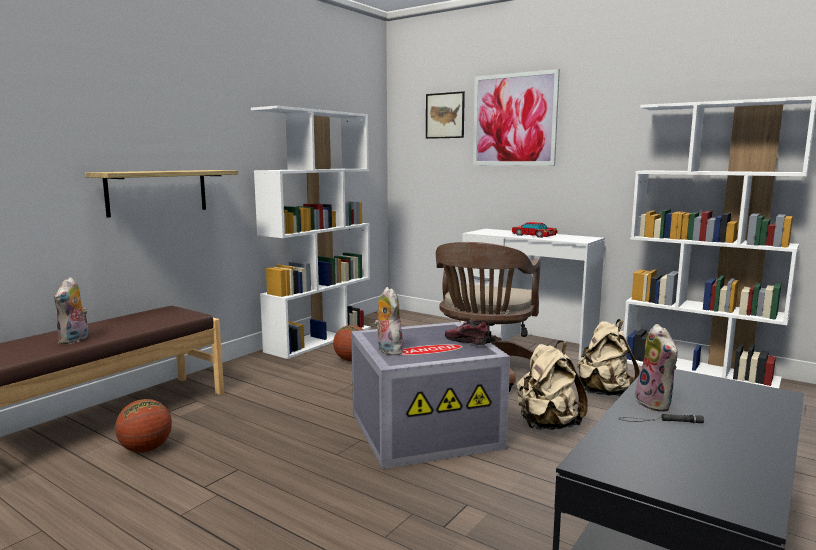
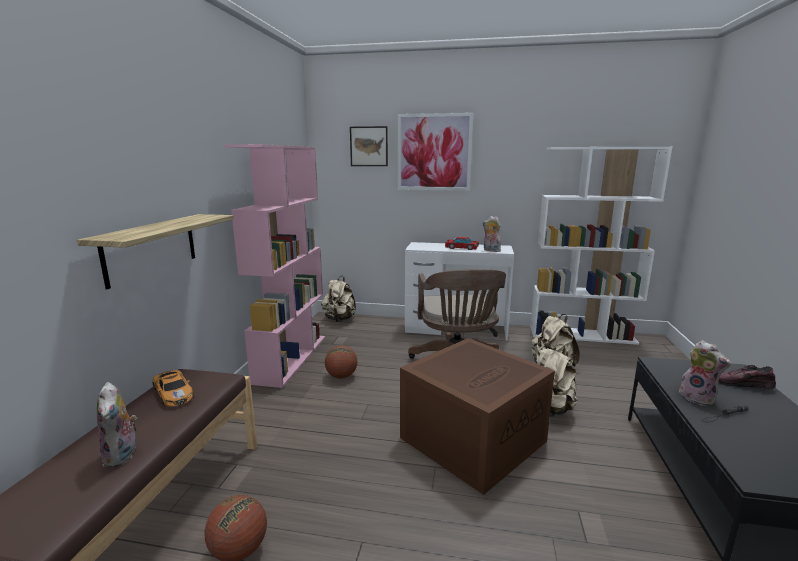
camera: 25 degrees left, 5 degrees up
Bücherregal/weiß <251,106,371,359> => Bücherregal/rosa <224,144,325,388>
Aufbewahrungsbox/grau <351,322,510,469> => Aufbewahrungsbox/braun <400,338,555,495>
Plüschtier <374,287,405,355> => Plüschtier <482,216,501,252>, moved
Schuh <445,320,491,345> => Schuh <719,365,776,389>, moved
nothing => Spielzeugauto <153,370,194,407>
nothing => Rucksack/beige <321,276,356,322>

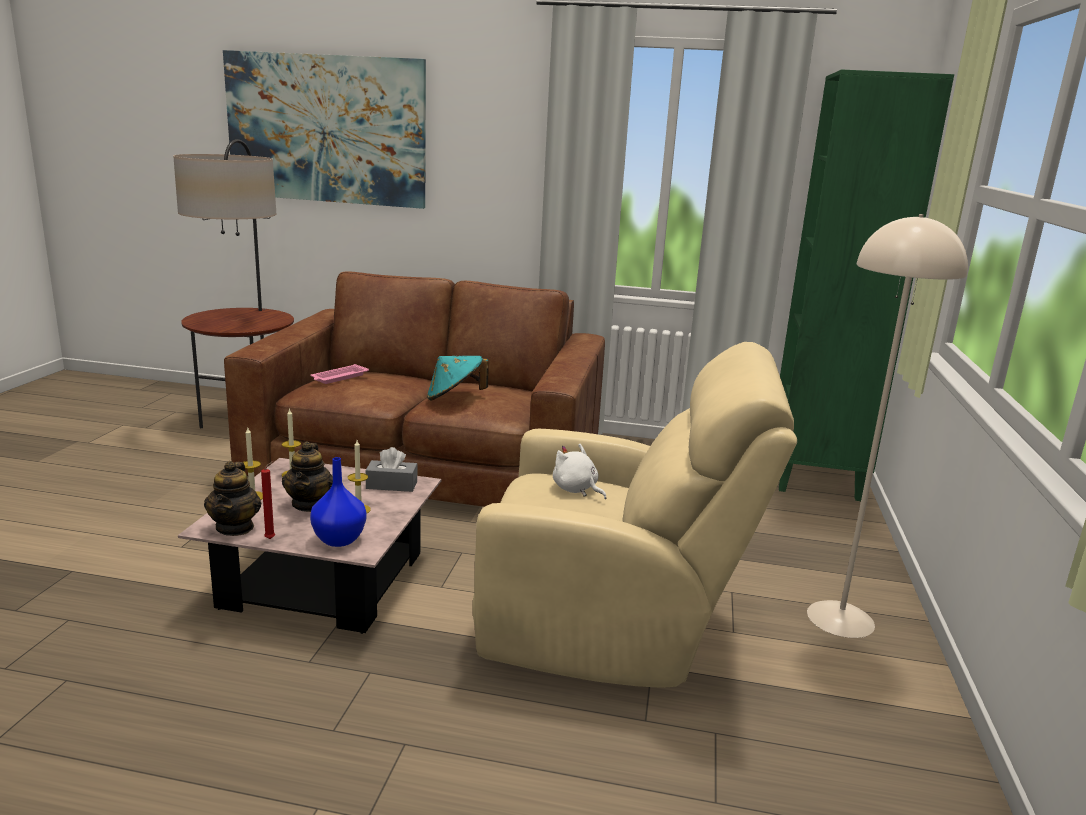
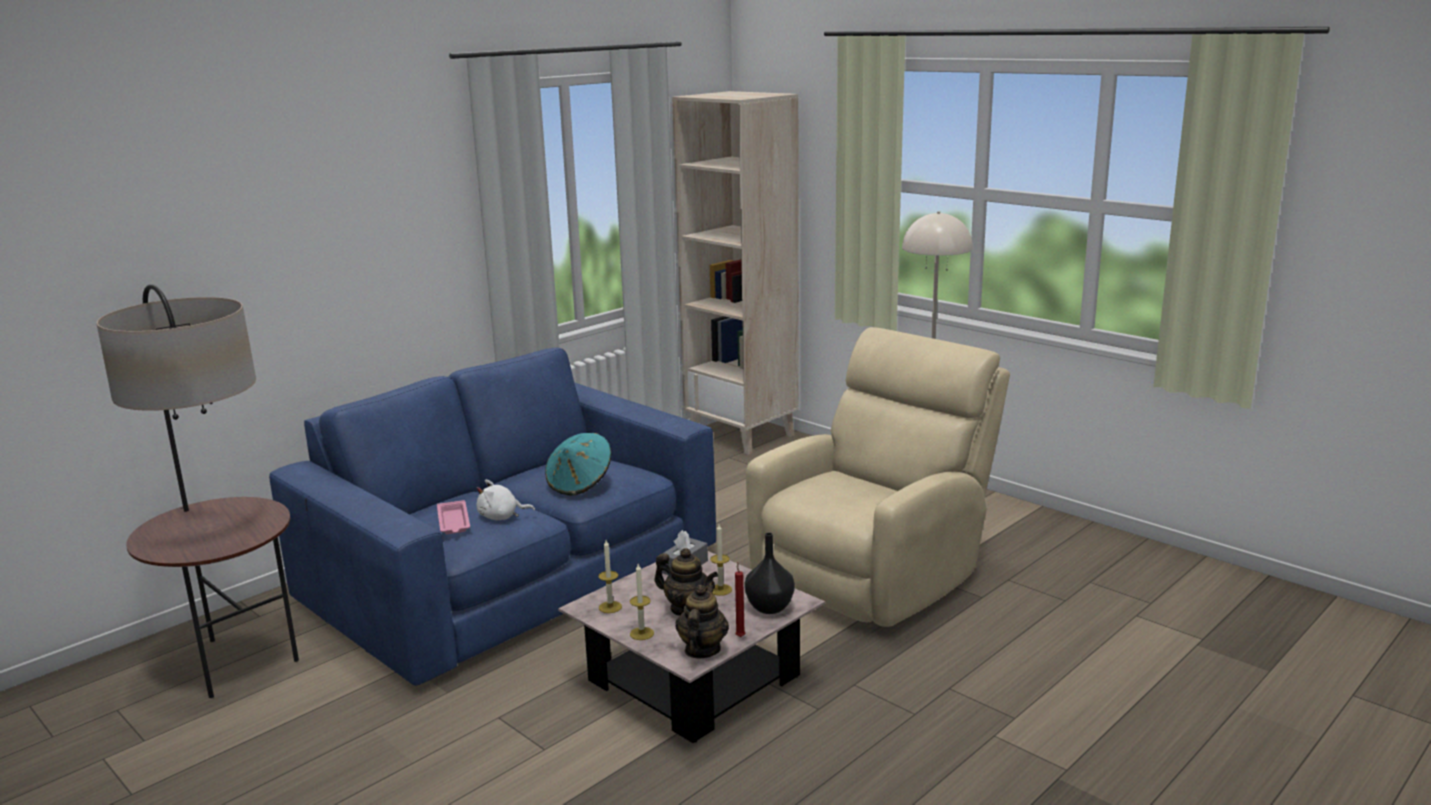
camera: 55 degrees left, 0 degrees up
Teekanne <204,461,261,536> => Teekanne <675,585,729,658>, 105 degrees counterclockwise
Bild <223,50,426,209> => nothing
Sofa/braun <224,271,605,507> => Sofa/blau <269,348,716,686>
Vase/blau <310,457,367,547> => Vase/schwarz <744,533,795,614>
Plüschtier/weiß <553,443,606,499> => Plüschtier/weiß <476,480,535,520>, moved
Bücherregal/grün <779,70,954,501> => Bücherregal/beige <672,91,799,455>

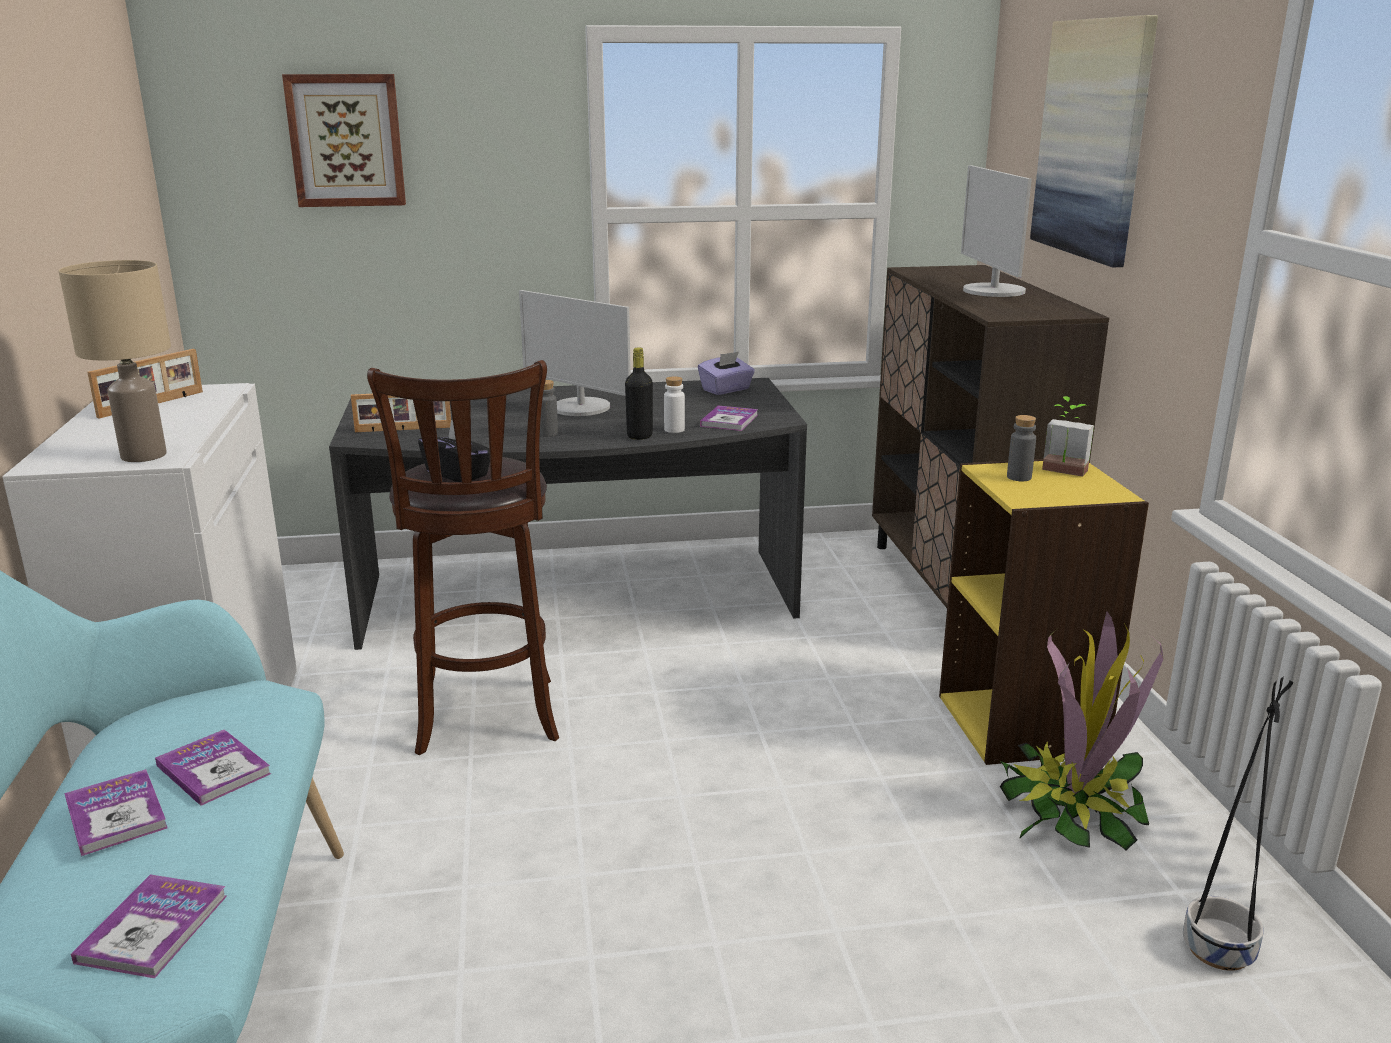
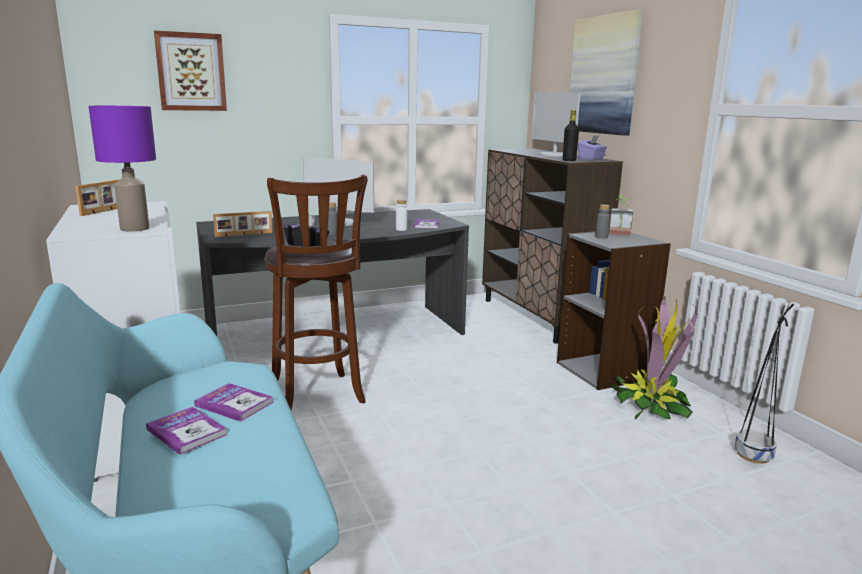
camera: 15 degrees left, 5 degrees down
Tischlampe/beige <59,260,171,462> => Tischlampe/lila <89,106,156,231>
Buch <71,874,227,978> => nothing
Flasche/schwarz <625,347,653,440> => Flasche/schwarz <563,110,579,161>, moved
Taschentuchbox/lila <698,351,755,395> => Taschentuchbox/lila <578,135,607,160>, moved
Bücherregal/gelb <939,459,1149,765> => Bücherregal/grau <557,231,671,390>

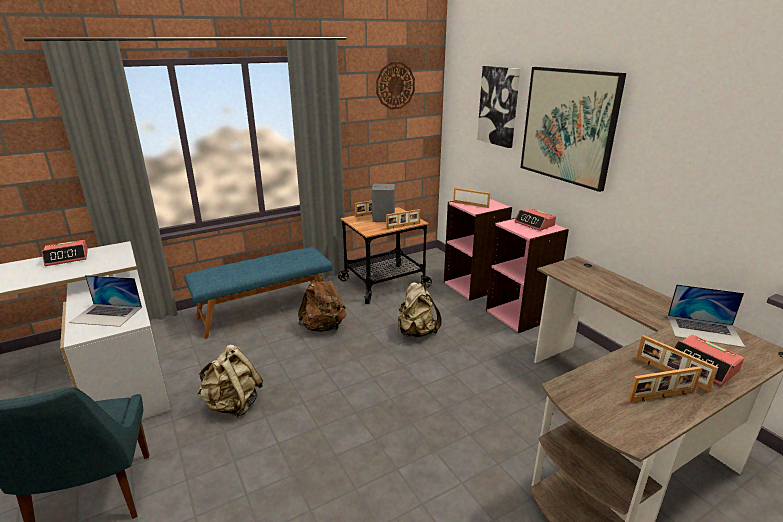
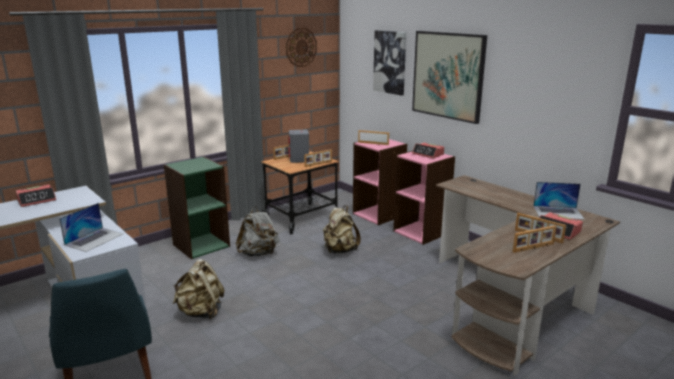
camera: 10 degrees left, 5 degrees down
Laptop <69,275,142,327> => Laptop <59,203,124,252>, 60 degrees counterclockwise
Bank/blau <184,247,333,339> => Bücherregal/grün <164,157,230,259>
Rucksack/braun <298,274,346,332> => Rucksack/grau <236,206,279,256>

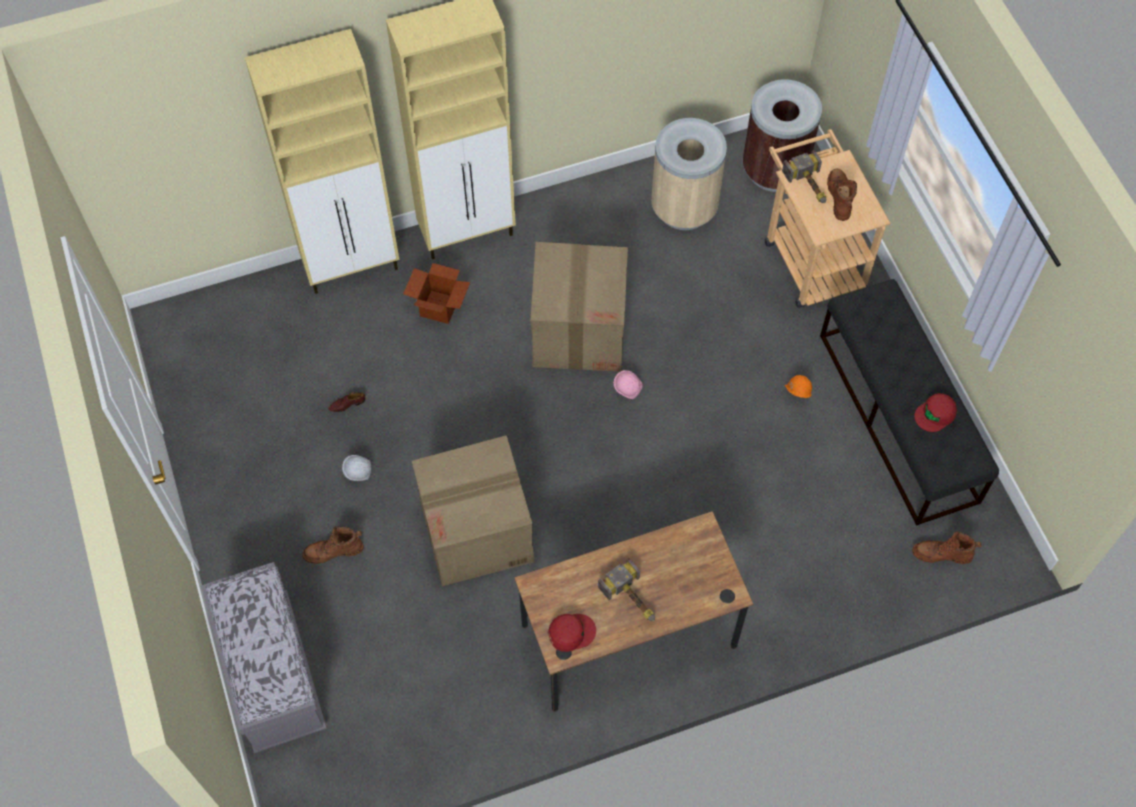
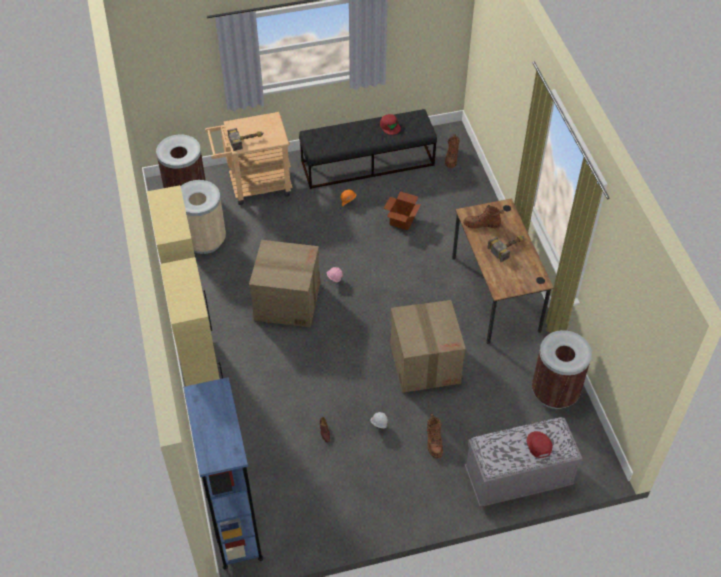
camera: 85 degrees left, 10 degrees down
Karton <403,263,470,324> => Karton <384,191,421,231>, moved
Kappe/rot <549,614,596,652> => Kappe/rot <526,431,552,458>, moved
Stiefel/braun <827,169,857,221> => Stiefel/braun <463,205,504,229>, moved
nothing => Bücherregal/blau <183,377,263,569>
nothing => Mülleimer/braun <532,330,592,409>

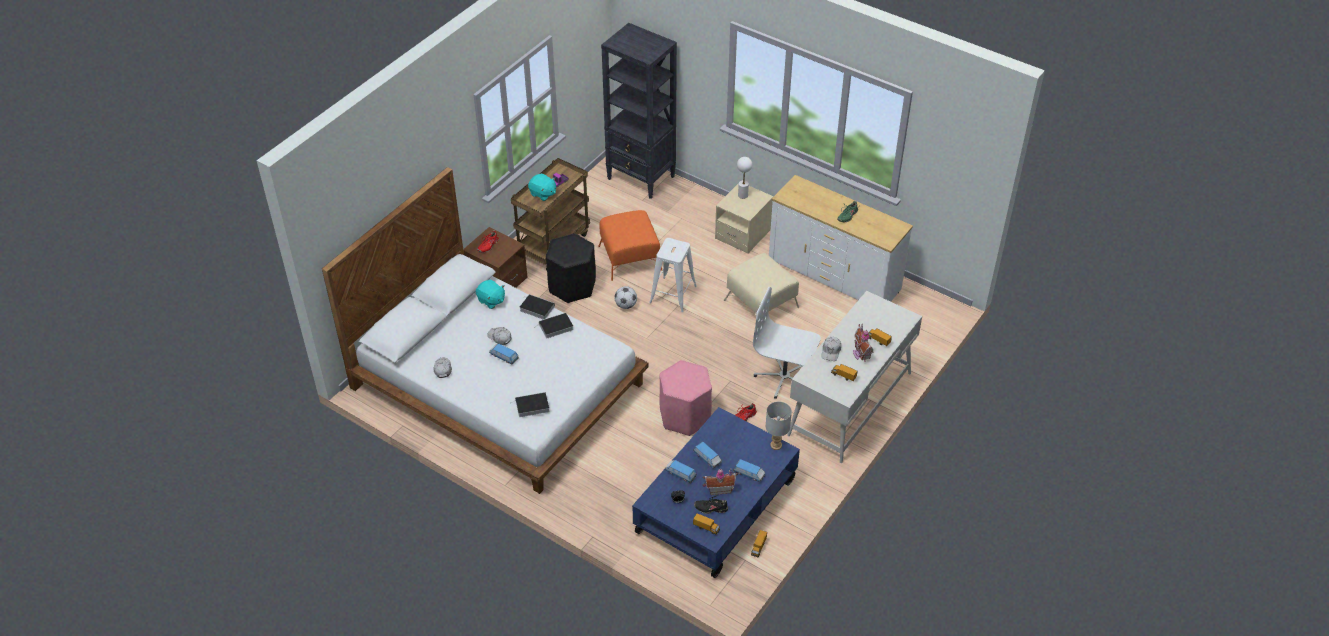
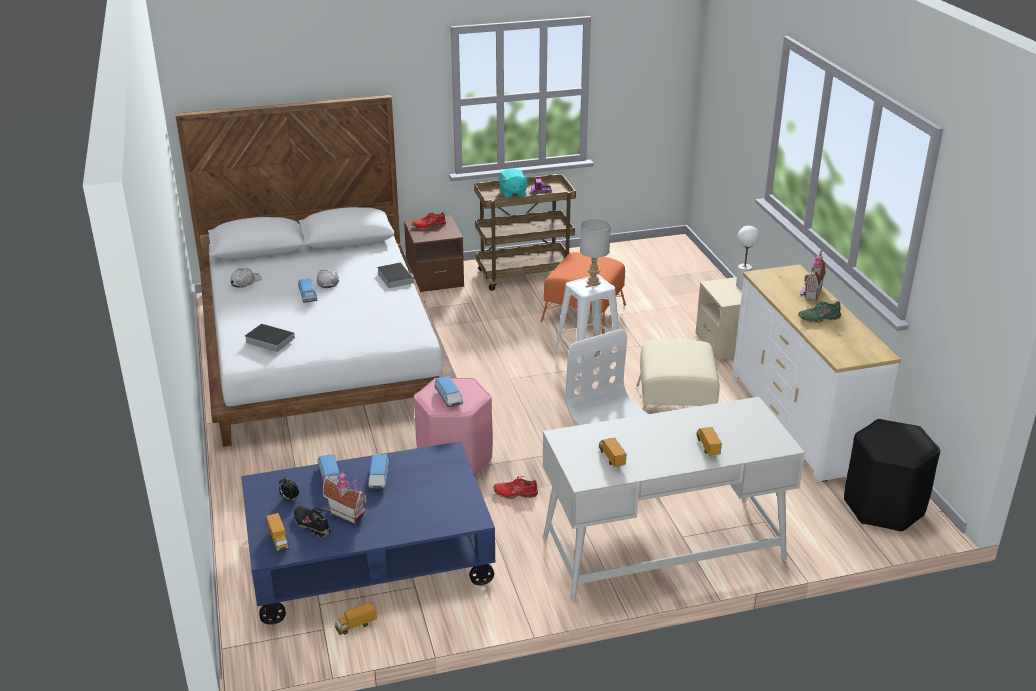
camera: 40 degrees right, 15 degrees down
Plüschtier/türkis <476,279,505,309> => nothing
Buch <535,313,573,338> => nothing
Hocker/schwarz <546,234,596,303> => Hocker/schwarz <844,419,940,532>, moved
Bücherregal/schwarz <601,23,677,199> => nothing
Fußball <615,286,637,309> => nothing
Spielzeugauto <733,459,765,482> => Spielzeugauto <435,376,463,407>, moved
Tischlampe/grau <765,402,792,450> => Tischlampe/grau <580,219,611,286>, moved
Kappe/weiß <821,337,841,361> => nothing
Spielzeughaus <853,324,873,361> => Spielzeughaus <800,250,826,300>, moved

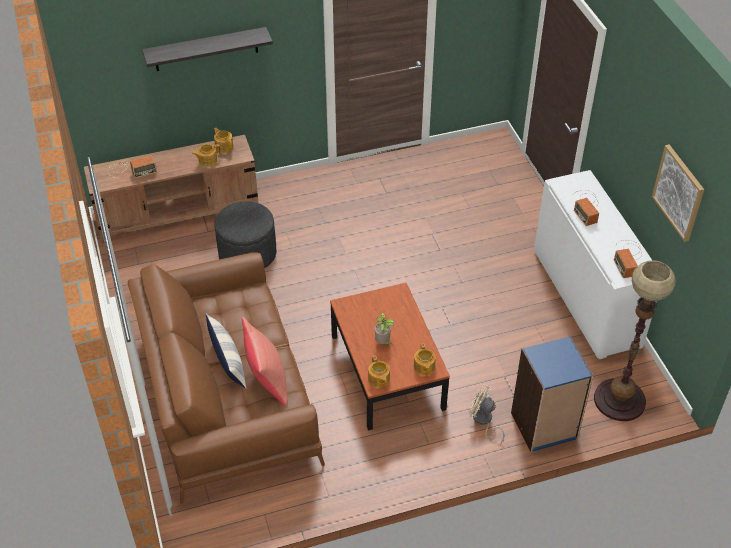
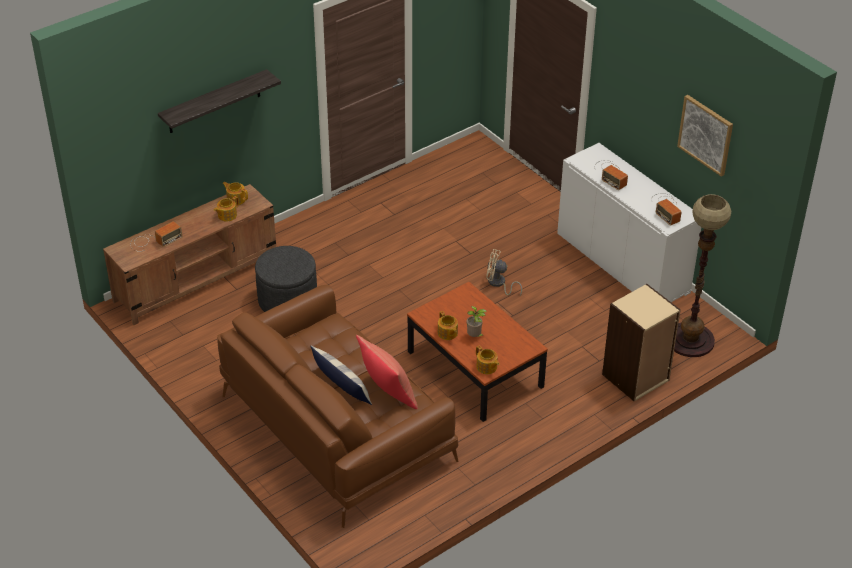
camera: 20 degrees left, 5 degrees down
Teekanne <414,343,436,375> => Teekanne <438,311,458,340>, moved
Ventilator/beige <469,384,504,443> => Ventilator/beige <486,249,522,296>, moved
Bücherregal/blau <511,336,594,452> => Bücherregal/beige <602,284,681,402>

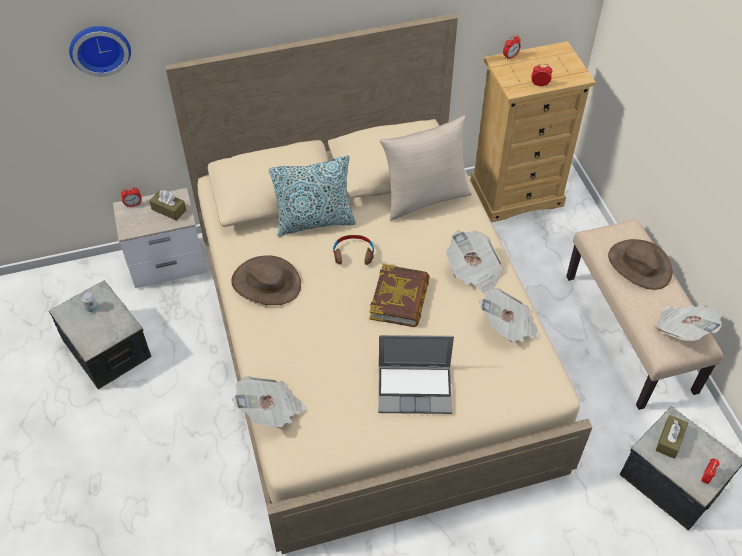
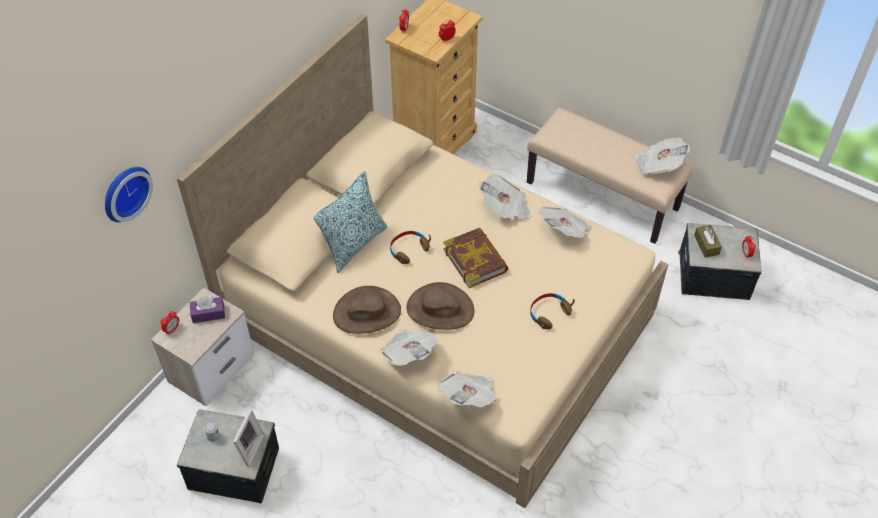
camera: 40 degrees left, 0 degrees up
Taschentuchbox/braun <149,190,186,221> => Taschentuchbox/lila <190,296,225,323>
Laptop <378,335,454,414> => Kopfhörer/braun <530,293,575,329>
Kissen/beige <379,115,472,221> => nothing
Hut/braun <608,239,673,290> => Hut/braun <406,282,474,330>, moved
nothing => Bilderrahmen <233,409,264,467>
nothing => Zeitung <380,329,439,366>

